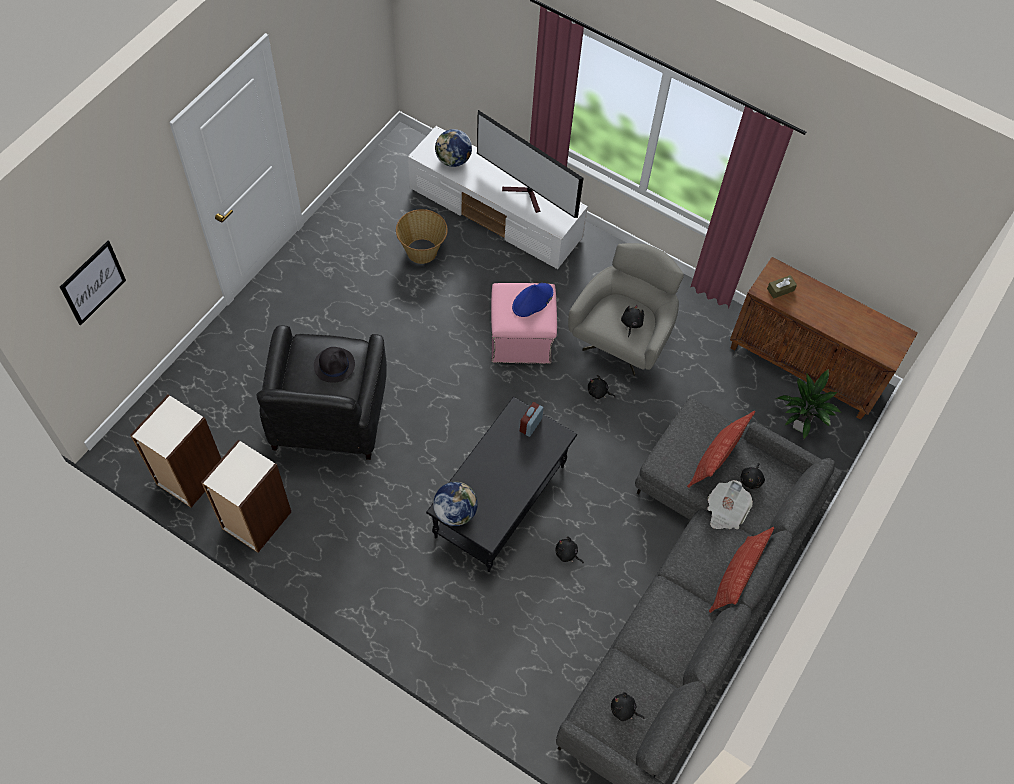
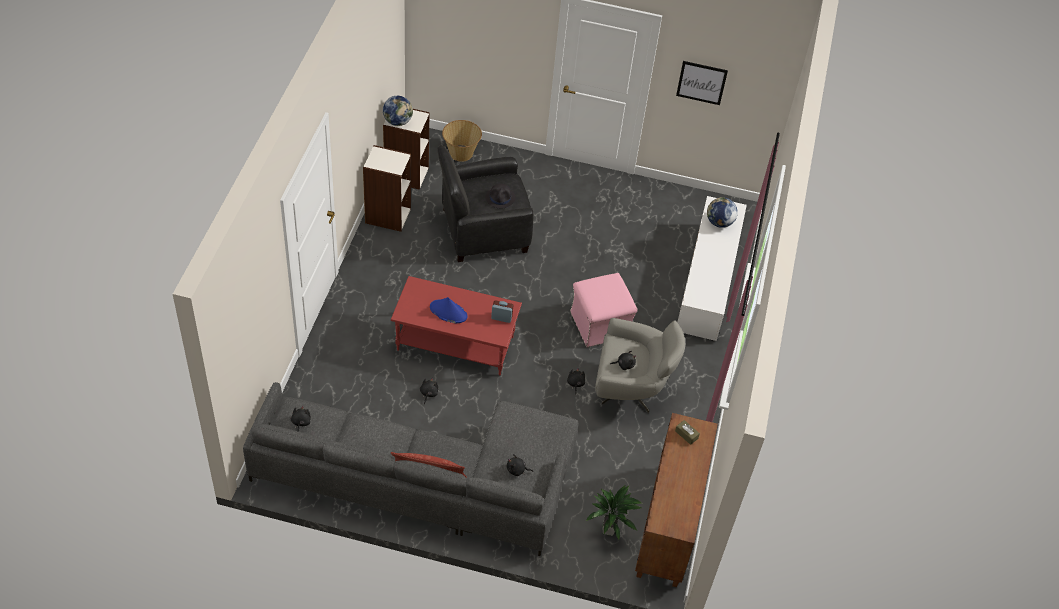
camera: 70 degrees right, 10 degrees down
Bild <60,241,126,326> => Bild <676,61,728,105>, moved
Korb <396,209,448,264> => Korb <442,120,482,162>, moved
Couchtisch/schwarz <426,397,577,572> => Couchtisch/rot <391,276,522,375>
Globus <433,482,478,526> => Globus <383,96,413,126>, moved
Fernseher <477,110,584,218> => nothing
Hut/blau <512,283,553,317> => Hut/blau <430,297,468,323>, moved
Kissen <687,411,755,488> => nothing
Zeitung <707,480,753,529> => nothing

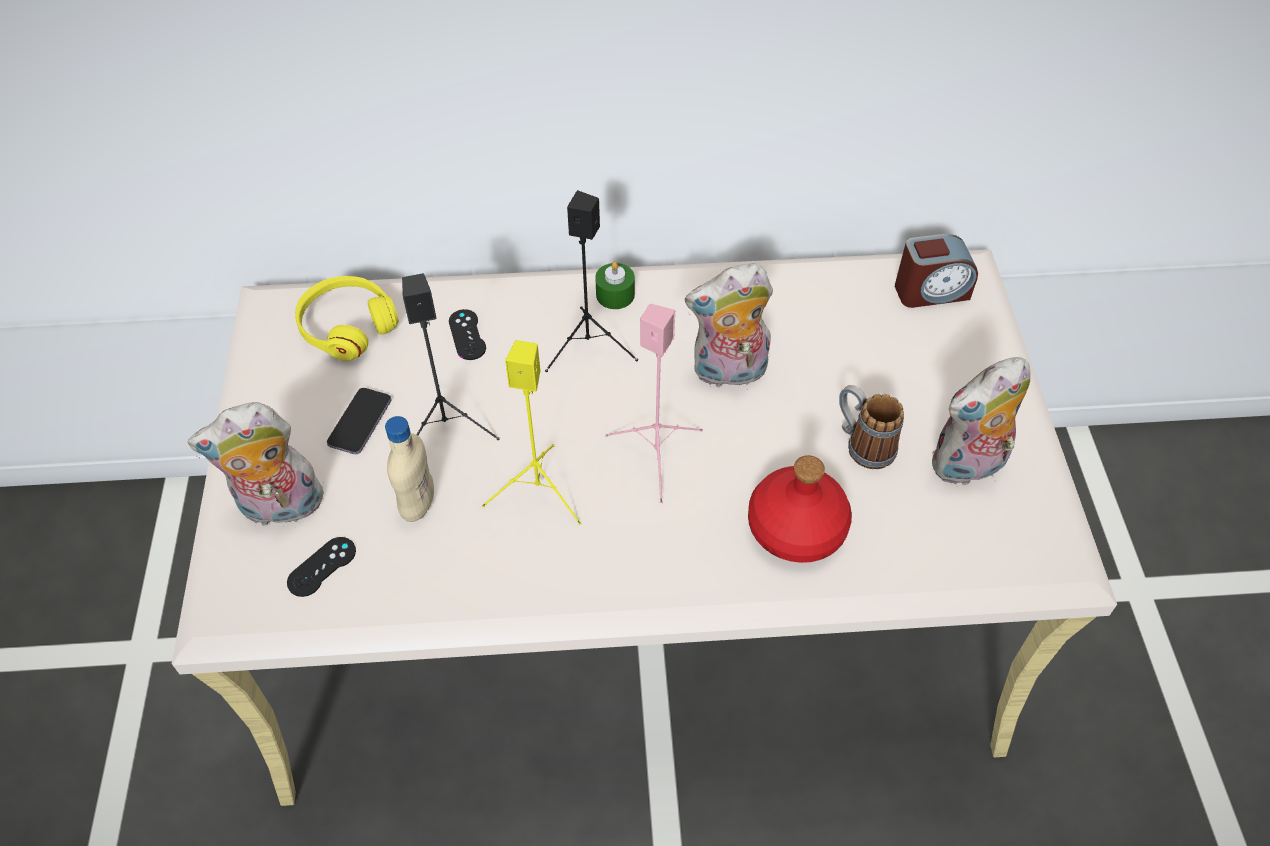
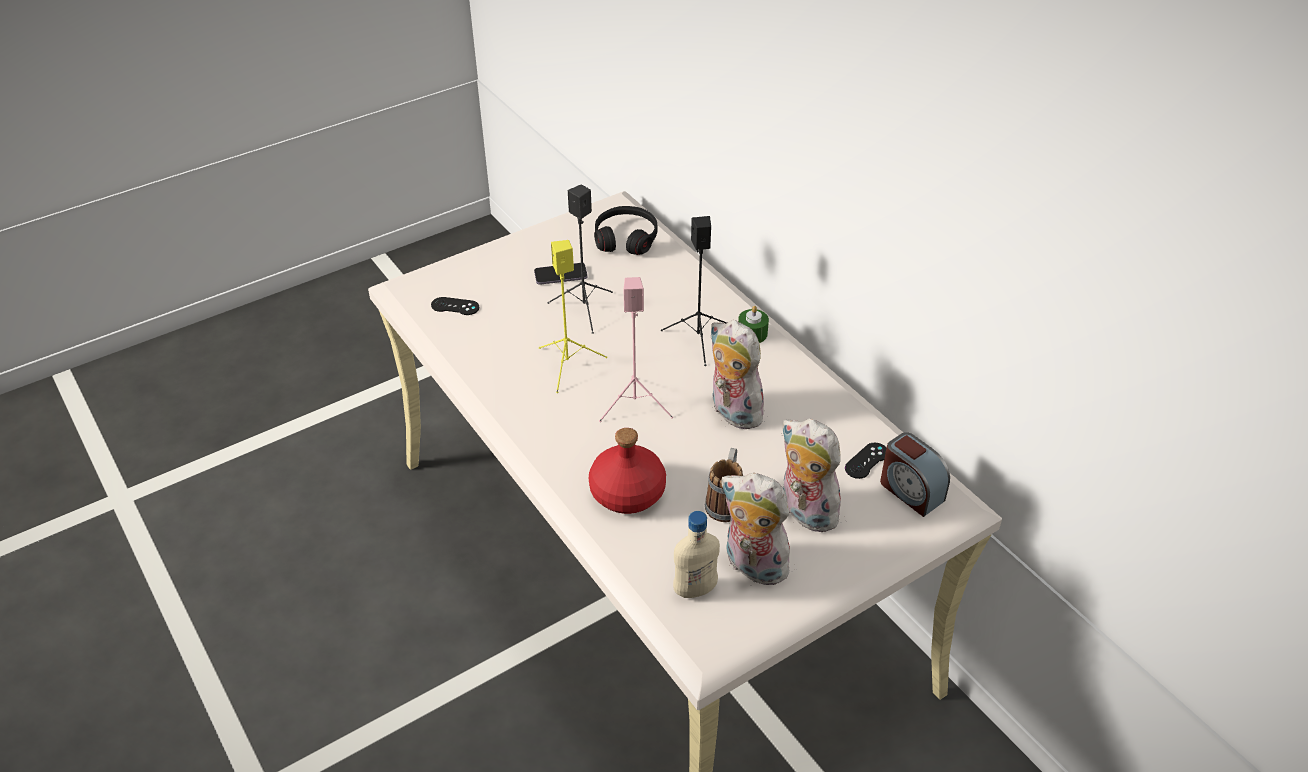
camera: 60 degrees right, 10 degrees down
Plüschtier <187,402,327,526> => Plüschtier <781,419,844,532>, moved
Kopfhörer/gelb <295,276,399,361> => Kopfhörer/schwarz <594,206,657,255>
Flasche/beige <385,416,434,522> => Flasche/beige <673,511,720,598>, moved
Gamepad/schwarz <449,309,486,360> => Gamepad/schwarz <845,443,887,479>, moved

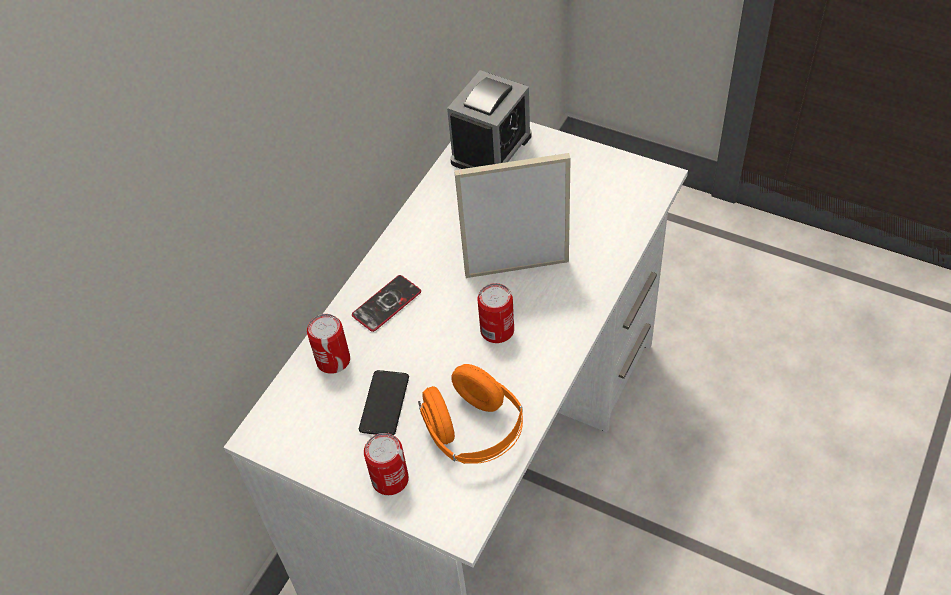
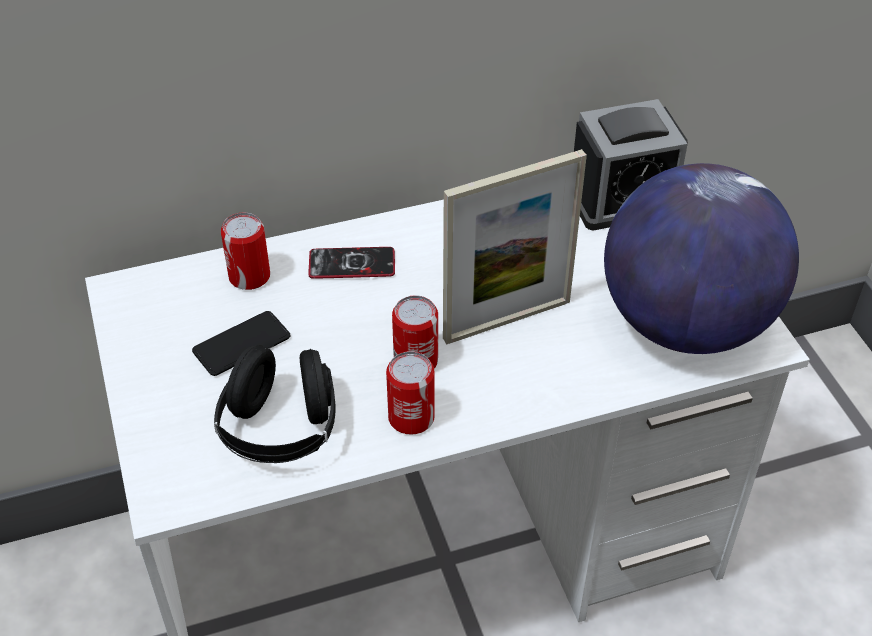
camera: 40 degrees right, 5 degrees down
Dose <364,433,409,495> => Dose <386,351,435,435>, moved
Kopfhörer/orange <418,364,523,464> => Kopfhörer/schwarz <214,345,336,463>
Bilderrahmen <454,153,571,278> => Bilderrahmen <443,149,587,344>, 120 degrees clockwise
nothing => Globus <604,163,799,354>

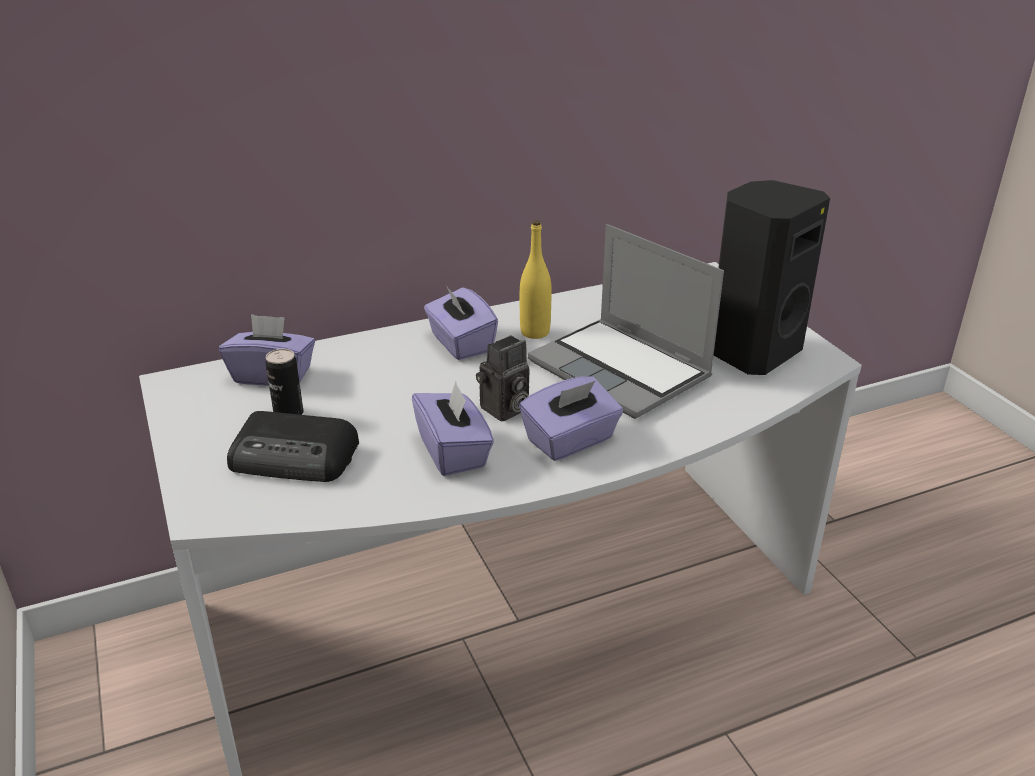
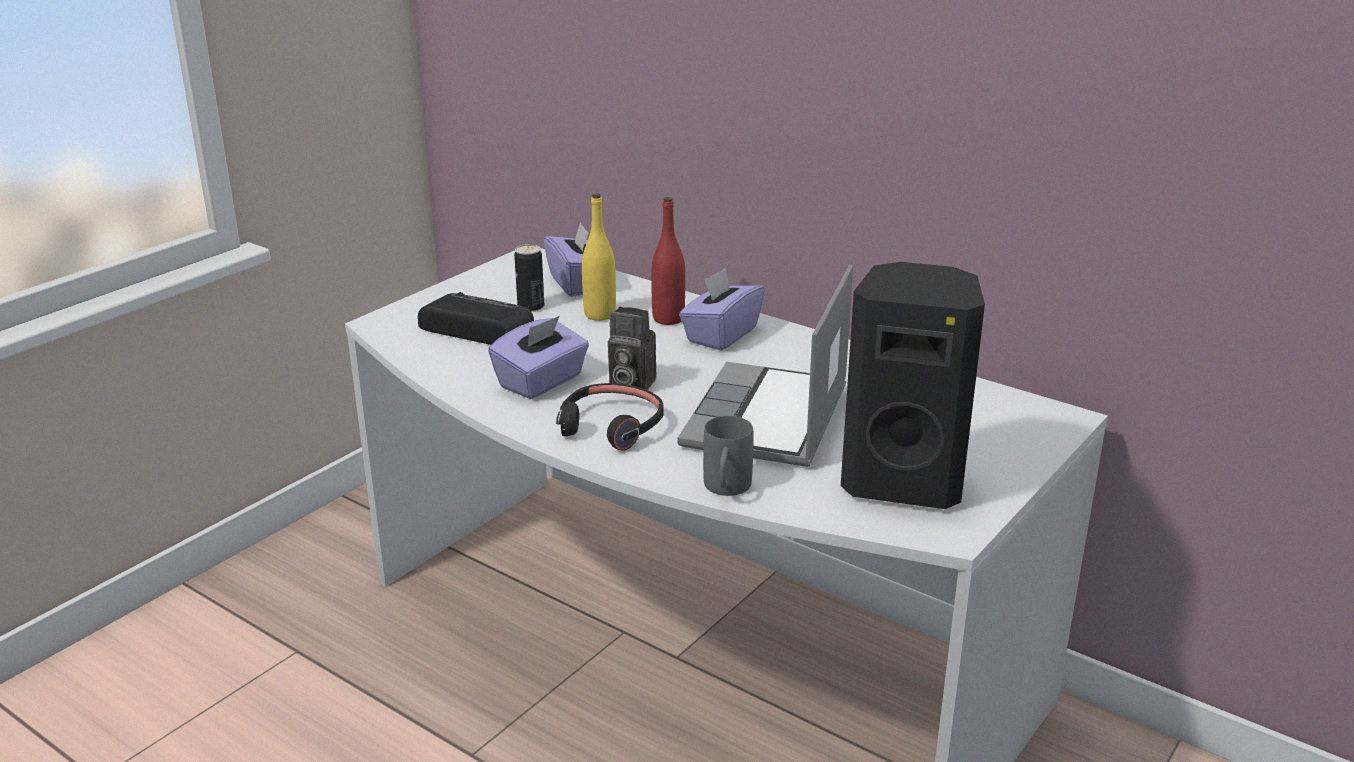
camera: 60 degrees right, 5 degrees down
Radio <227,411,359,482> => Radio <418,292,534,345>, 135 degrees clockwise
Taschentuchbox/lila <519,376,623,461> => Kopfhörer/schwarz <556,383,664,451>
Flasche/gelb <520,220,552,339> => Flasche/gelb <582,193,616,321>, moved
nothing => Flasche/rot <651,197,685,325>
nothing => Henkelbecher/grau <703,416,754,496>

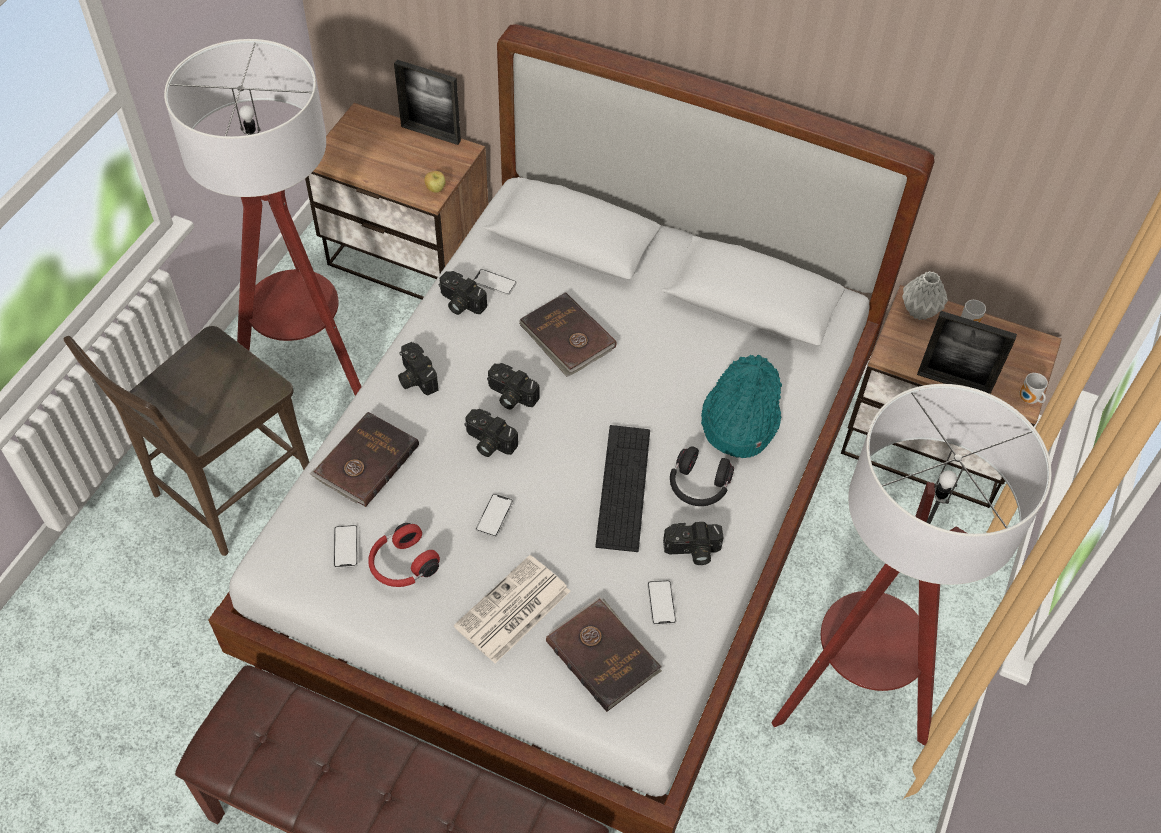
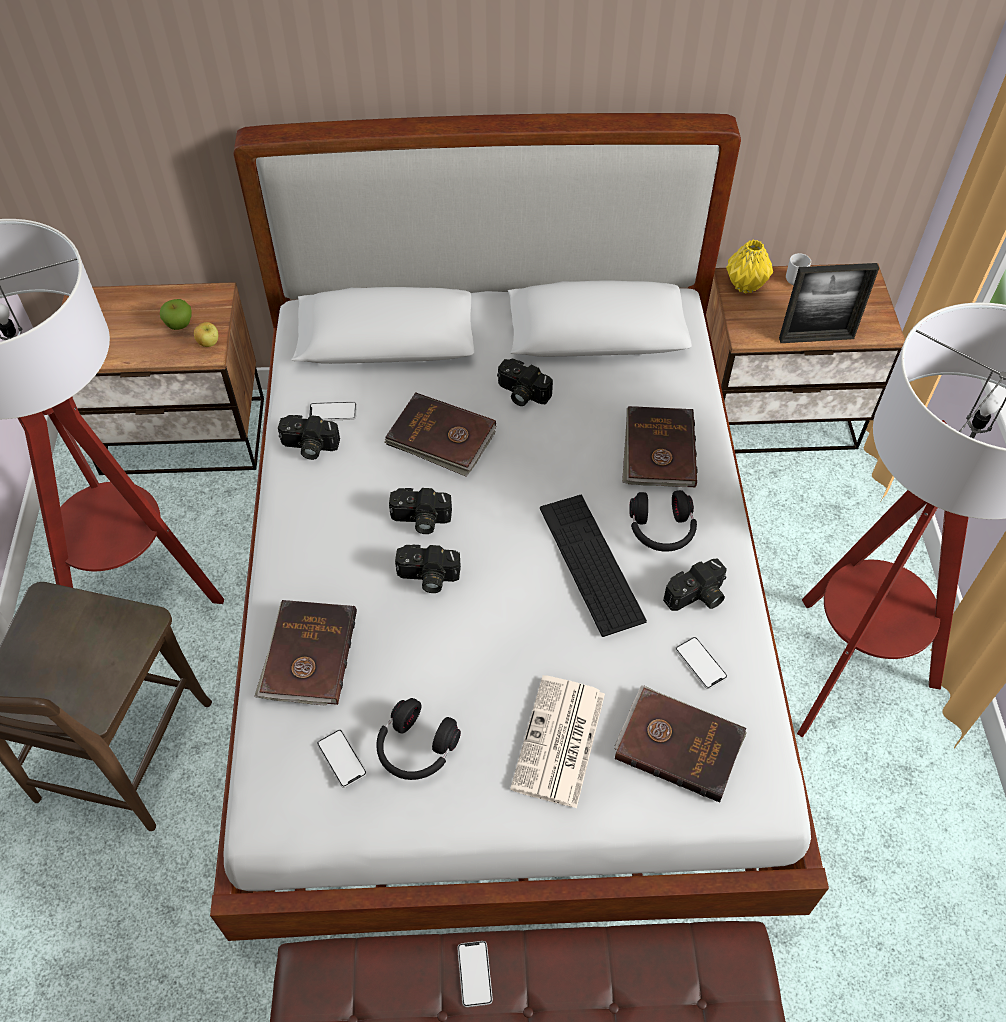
camera: 25 degrees left, 0 degrees up
Kopfhörer/rot <368,523,440,587> => Kopfhörer/schwarz <376,698,461,780>
Bilderrahmen <394,60,461,145> => nothing
Kamera <398,342,439,395> => Kamera <497,359,553,406>, moved
Handy <476,494,513,537> => Handy <457,941,493,1007>, moved
Hut/türkis <701,355,782,458> => Buch/braun <622,406,697,488>
Vase/grau <902,271,948,320> => Vase/gelb <726,240,773,294>
Henkelbecher <1019,373,1048,404> => nothing
nothing => Apfel <160,299,192,330>

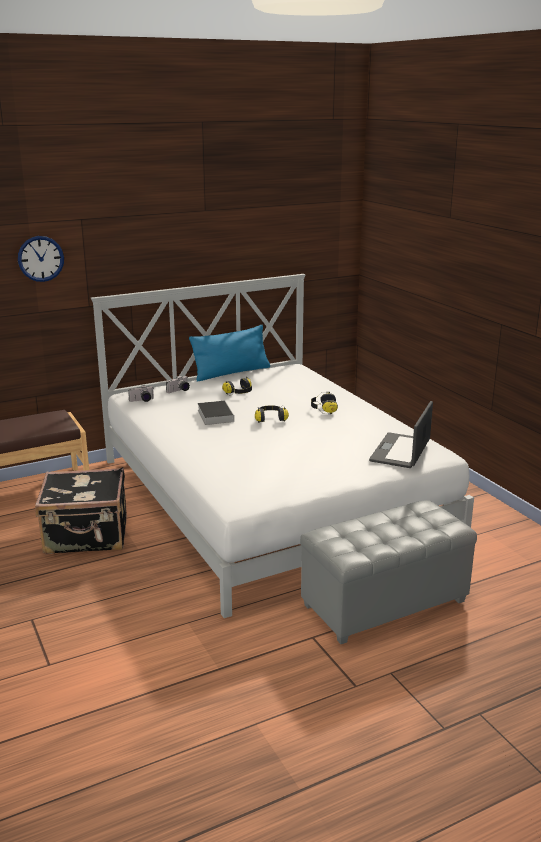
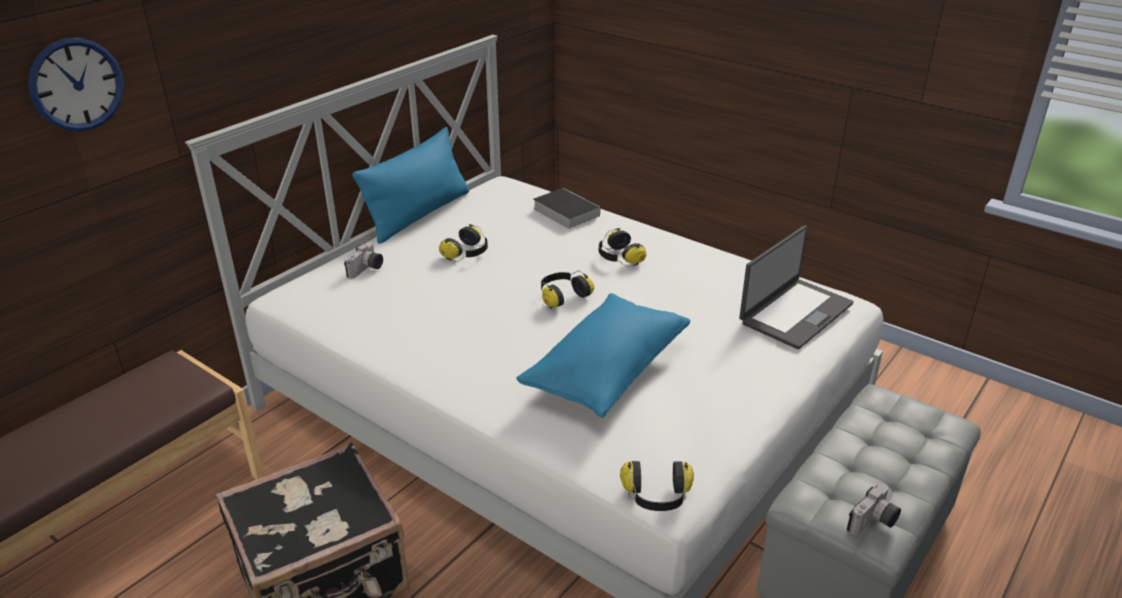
camera: 25 degrees left, 10 degrees up
Kamera <128,385,154,402> => Kamera <847,483,901,535>, moved
Buch <198,401,234,425> => Buch <533,188,600,229>, moved
Laptop <369,401,433,468> => Laptop <739,226,854,349>, 135 degrees counterclockwise
nothing => Kissen/blau <516,293,690,418>
nothing => Kopfhörer <620,461,694,511>

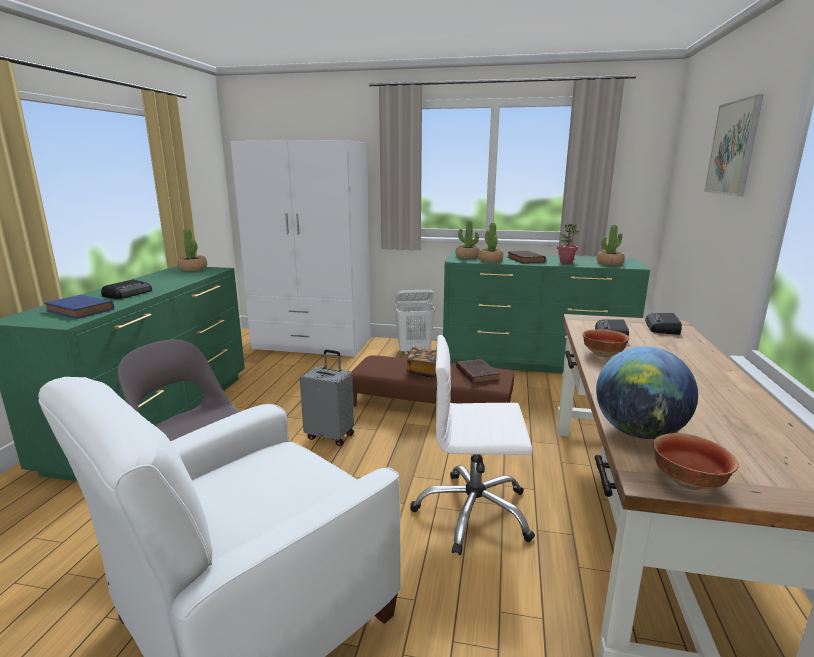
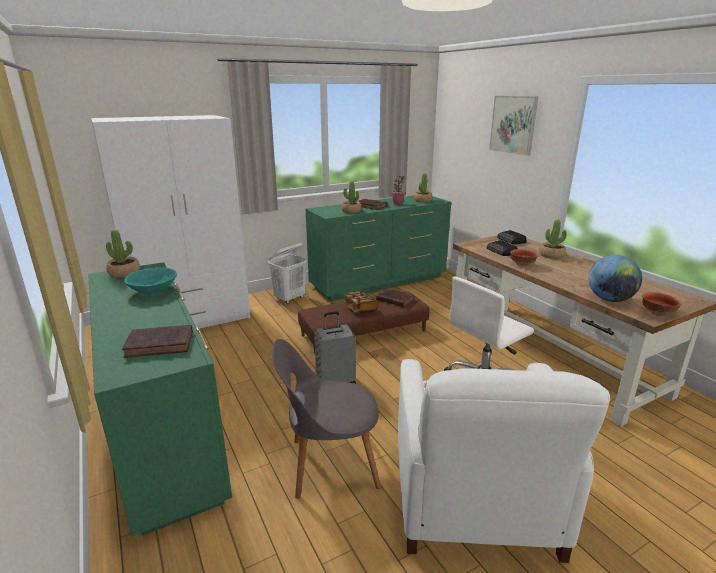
camera: 40 degrees left, 5 degrees up
Buch/blau <44,295,114,319> => Buch/braun <122,325,193,358>
Radio <101,280,152,299> => nothing
Topfpflanze <455,220,480,259> => Topfpflanze <539,220,567,259>, moved
nothing => Schüssel/türkis <125,268,177,294>

